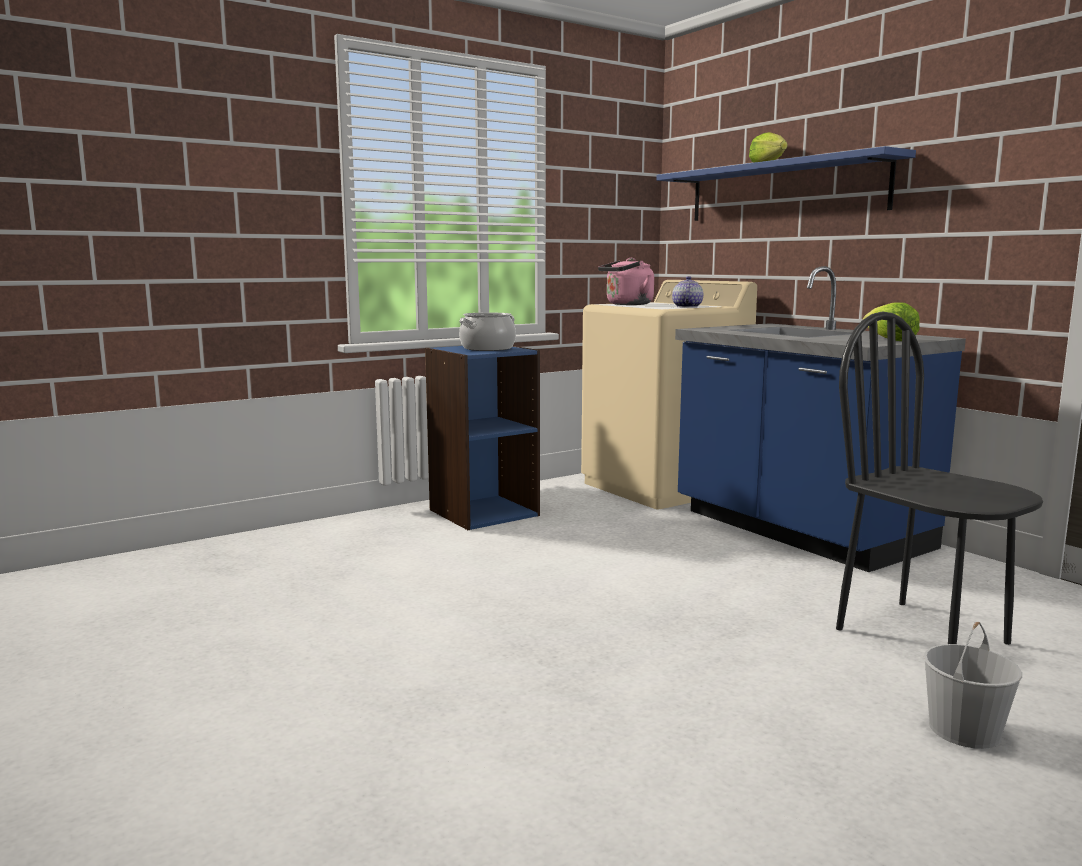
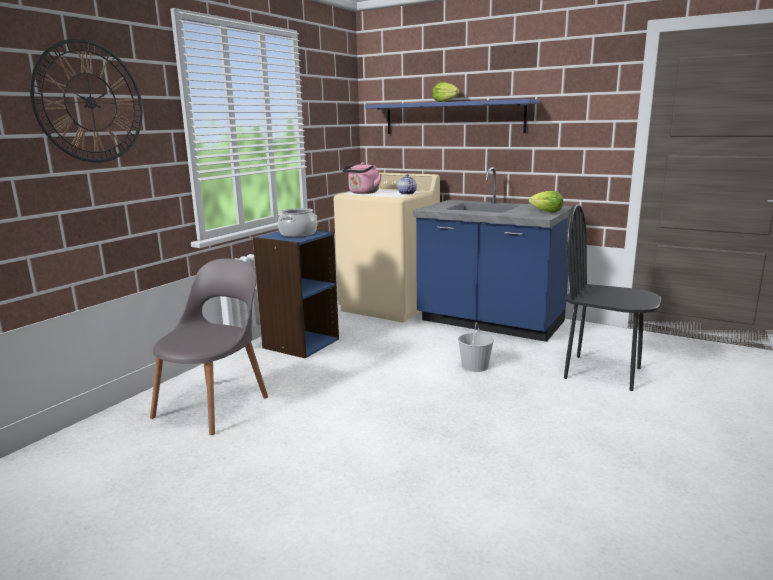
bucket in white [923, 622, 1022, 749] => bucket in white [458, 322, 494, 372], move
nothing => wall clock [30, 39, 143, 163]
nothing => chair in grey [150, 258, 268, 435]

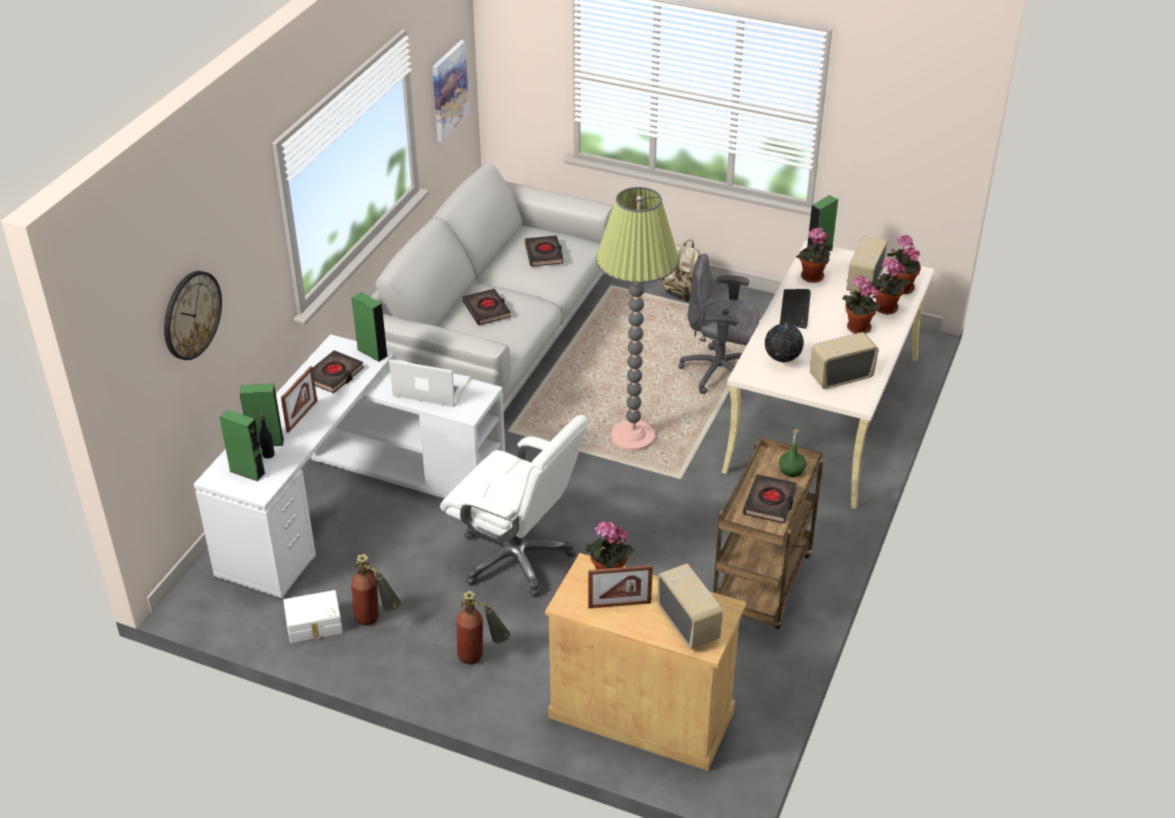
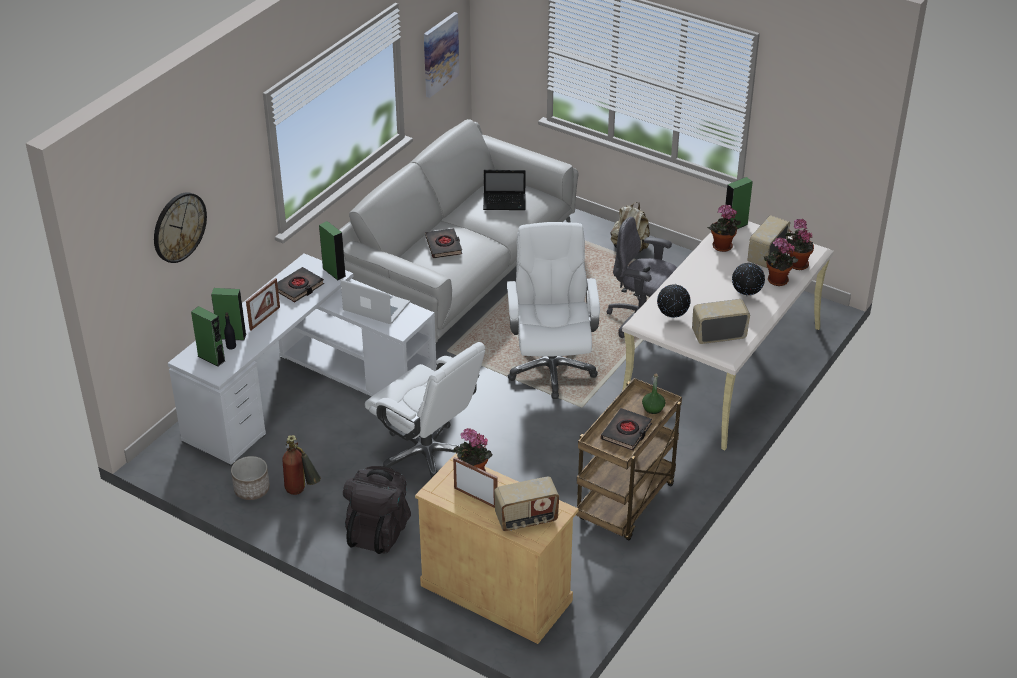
floor lamp [596, 187, 679, 451] => office chair in white [507, 222, 600, 399]
book in black [525, 236, 564, 267] => laptop [483, 170, 526, 210]
potted plant [843, 276, 881, 334] => globe [732, 262, 765, 295]
keyboard [780, 289, 811, 329] => nothing
radio [657, 564, 723, 649] => radio [494, 476, 559, 531], 90 degrees clockwise
picture frame [588, 565, 653, 608] => picture frame [453, 457, 498, 508], 150 degrees counterclockwise
storage box in white [283, 590, 343, 643] => planter [231, 456, 270, 500]
fire extinguisher [456, 591, 510, 664] => backpack in black [343, 466, 411, 554]

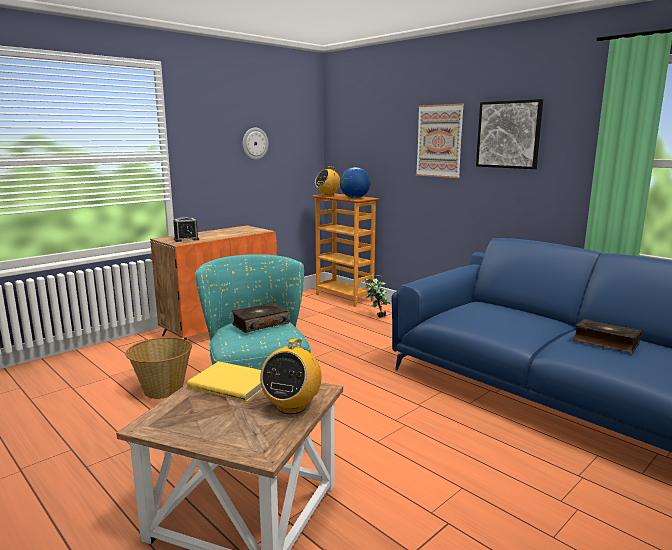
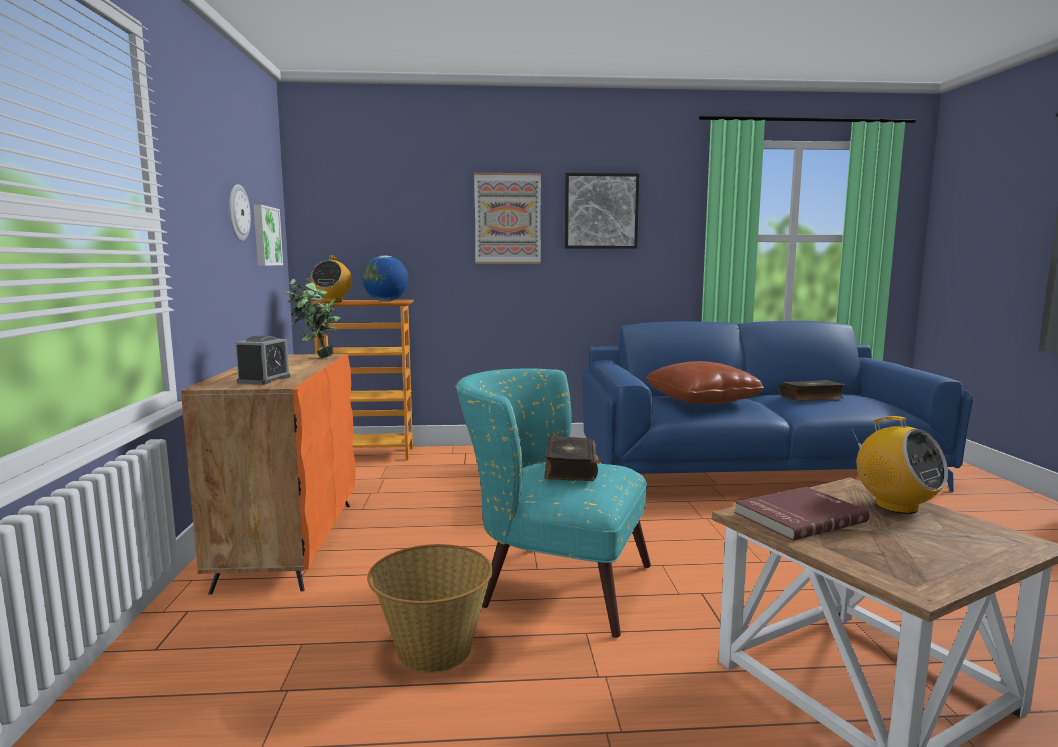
potted plant [364, 273, 390, 317] => potted plant [284, 278, 341, 358], move
book in yellow [187, 361, 262, 402] => book in red [734, 487, 869, 541]
nothing => picture [254, 204, 283, 266]
nothing => pillow in brown [646, 361, 765, 404]

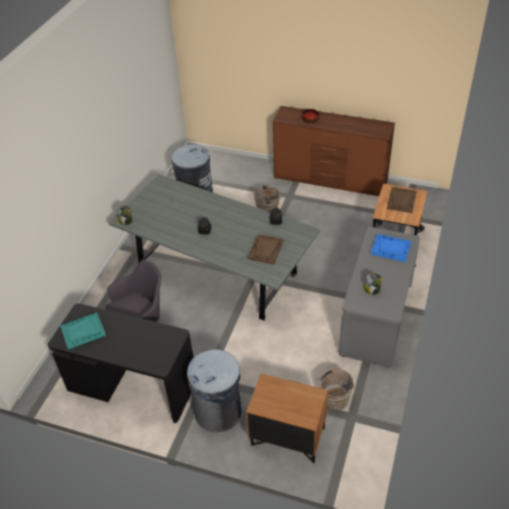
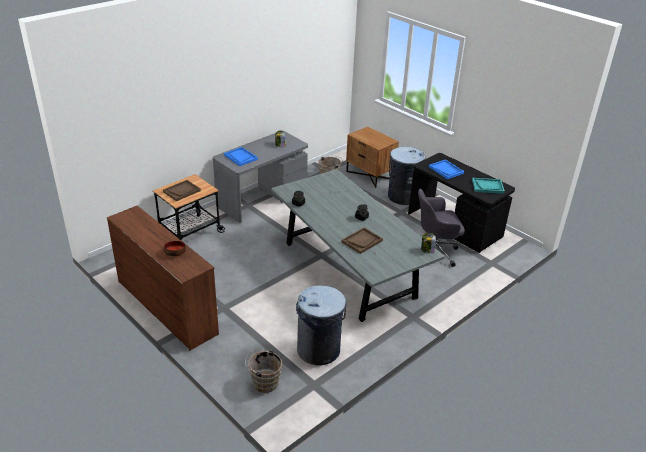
bucket in brown [254, 185, 283, 212] => bucket in brown [245, 349, 282, 393], move
tray in brown [248, 234, 284, 265] => tray in brown [342, 227, 383, 254], move
nothing => tray in blue [429, 160, 464, 179]

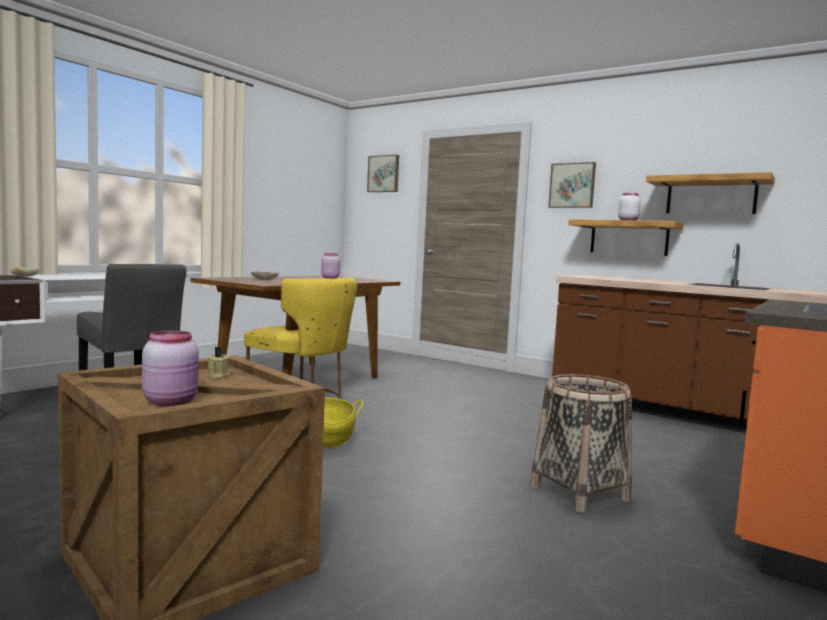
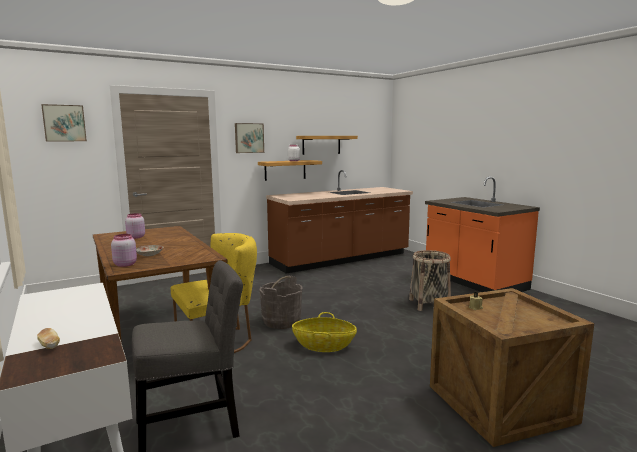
jar in pink [142, 330, 199, 407] => jar in pink [111, 234, 137, 267], move
nothing => bucket in grey [259, 275, 303, 329]

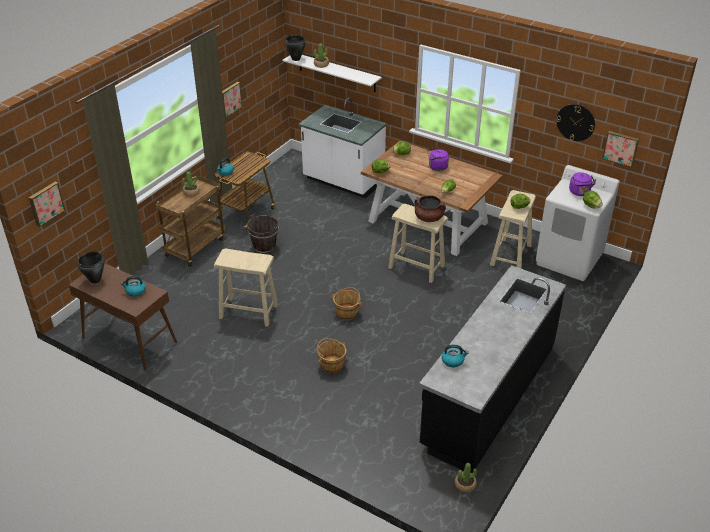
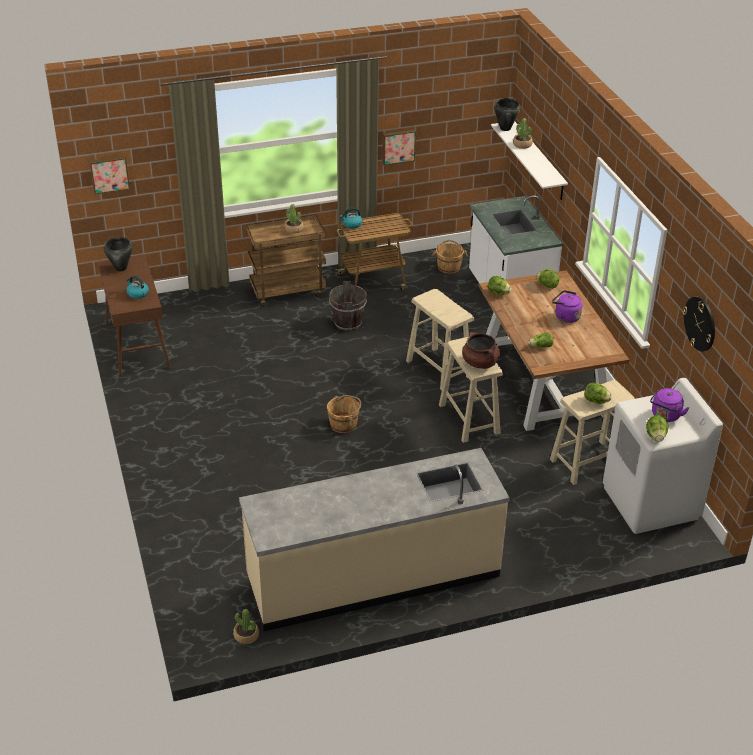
picture [602, 131, 639, 167] => nothing
stool in beige [214, 249, 278, 327] => stool in beige [406, 289, 474, 390], move
counter in black [419, 265, 566, 473] => counter in beige [239, 448, 510, 631]
bucket in brown [317, 338, 347, 374] => bucket in brown [432, 240, 468, 274], move
kettle [442, 345, 469, 367] => nothing

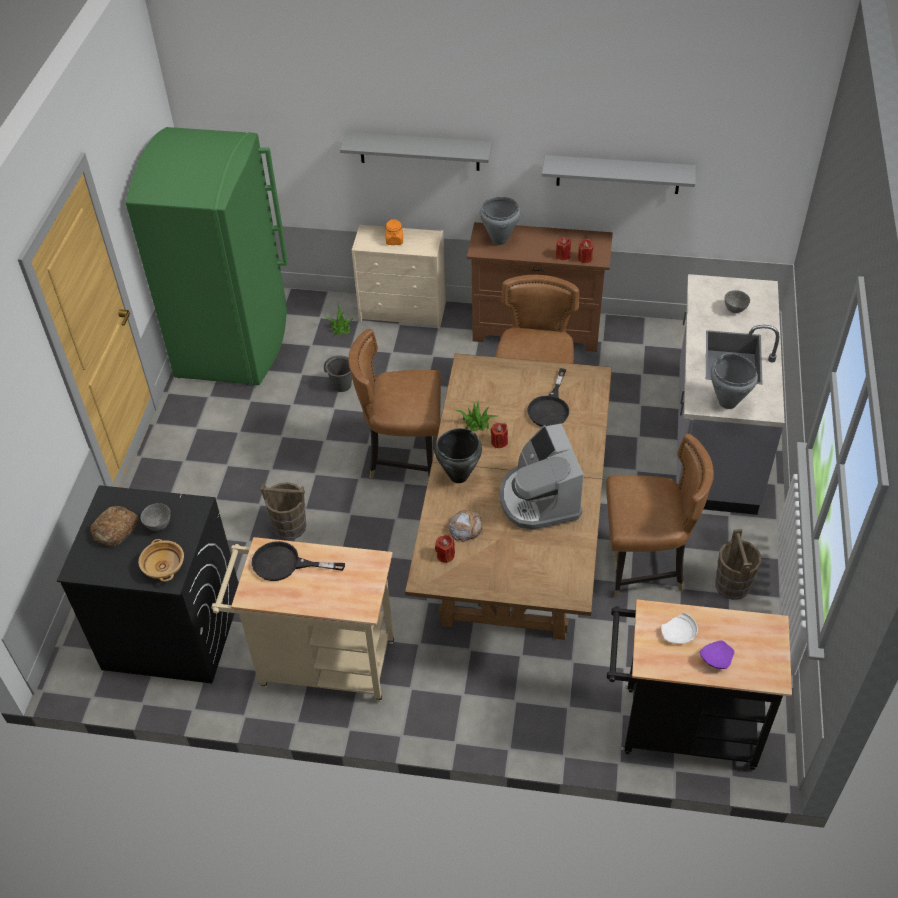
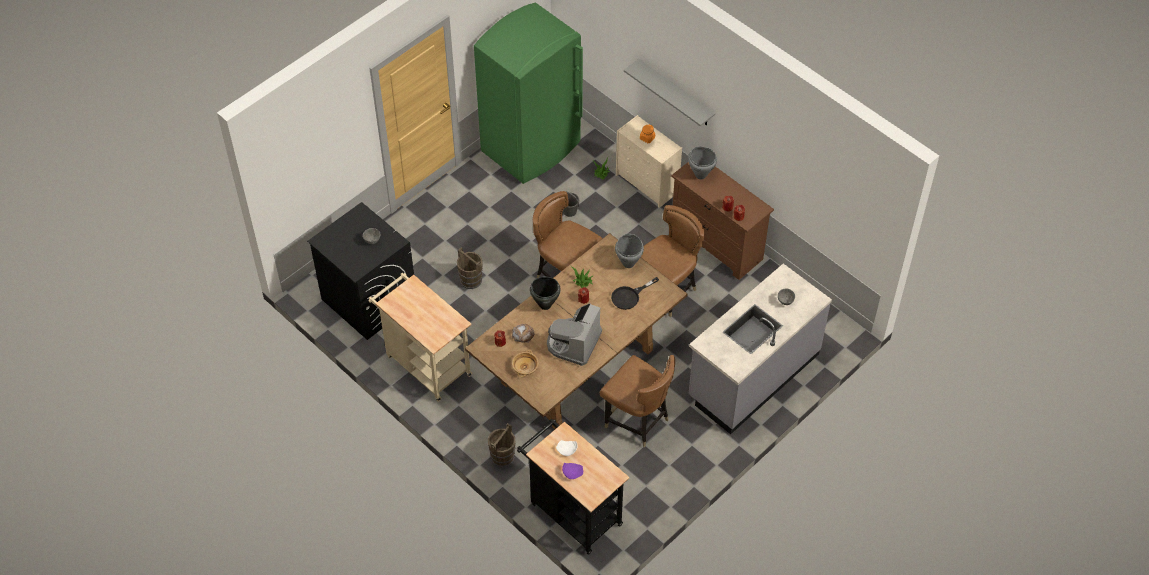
shelf in grey [542, 155, 696, 194] => nothing
cooking pot in grey [711, 353, 758, 409] => cooking pot in grey [615, 234, 644, 268], move
bread [90, 506, 139, 547] => nothing
bucket in brown [715, 529, 761, 600] => bucket in brown [488, 423, 515, 468], move
bowl in beige [138, 539, 184, 582] => bowl in beige [512, 350, 539, 377], move
frying pan in black [252, 541, 345, 581] => nothing

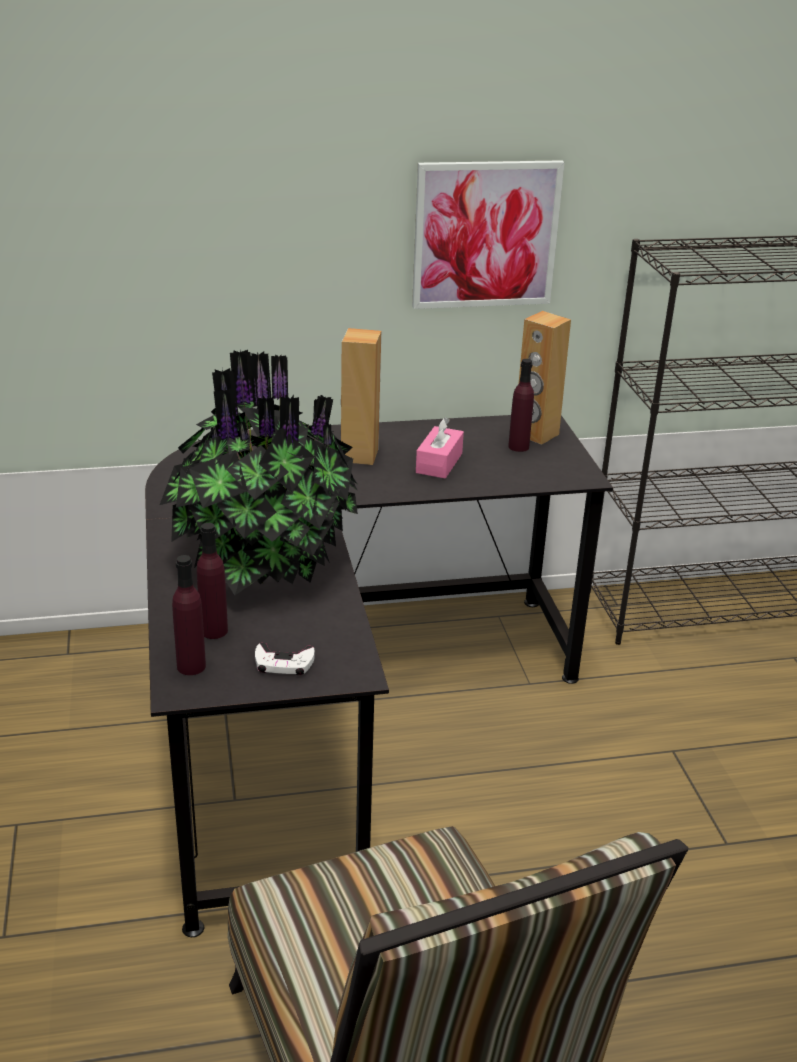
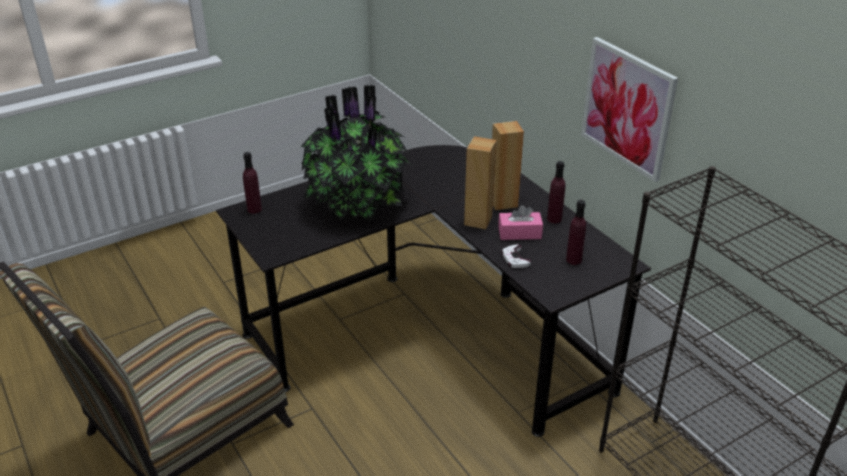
speaker in brown [519, 311, 571, 445] => speaker in brown [464, 136, 497, 229], move
bottle in purple [197, 523, 228, 639] => bottle in purple [547, 161, 565, 223], move
game controller in white [255, 643, 315, 675] => game controller in white [501, 245, 531, 268], move

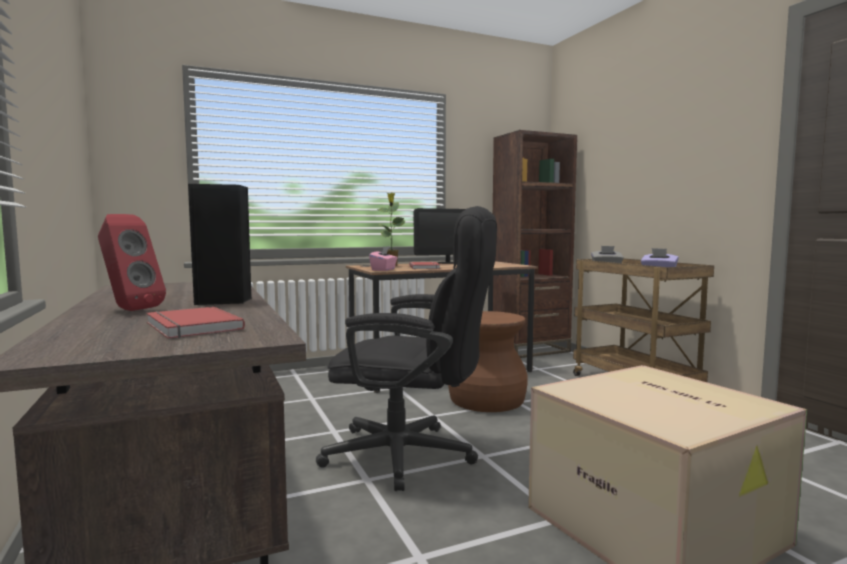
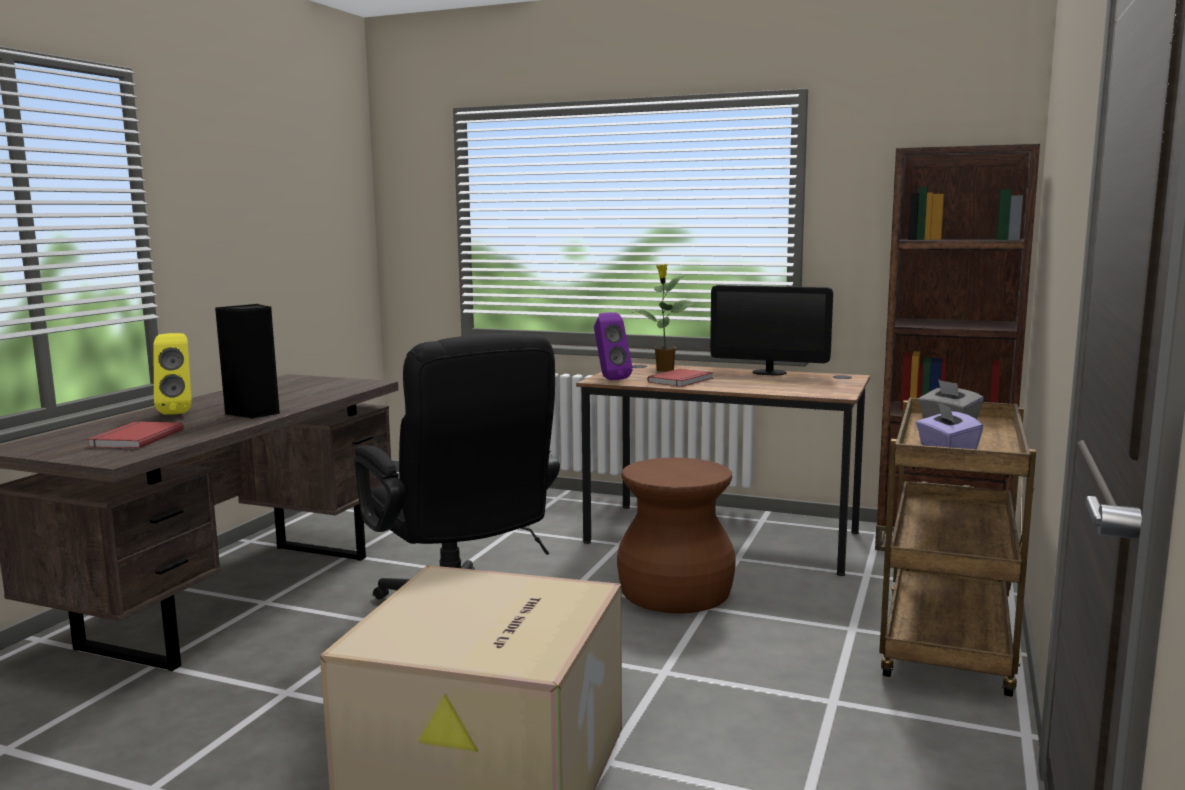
speaker in red [98, 214, 166, 311] => speaker in yellow [153, 333, 192, 415]
tissue box in pink [369, 246, 397, 271] => speaker in purple [594, 312, 633, 380]

